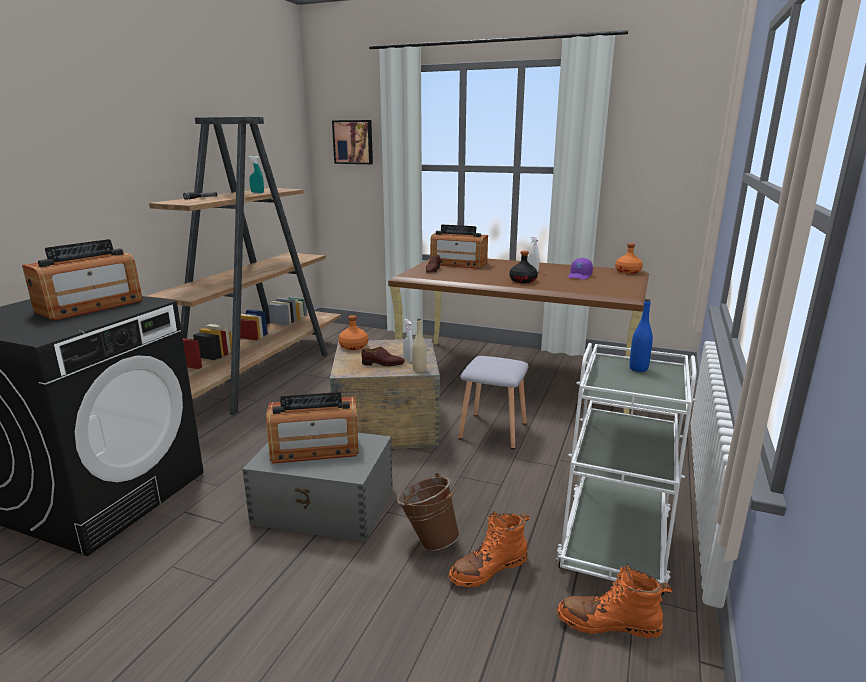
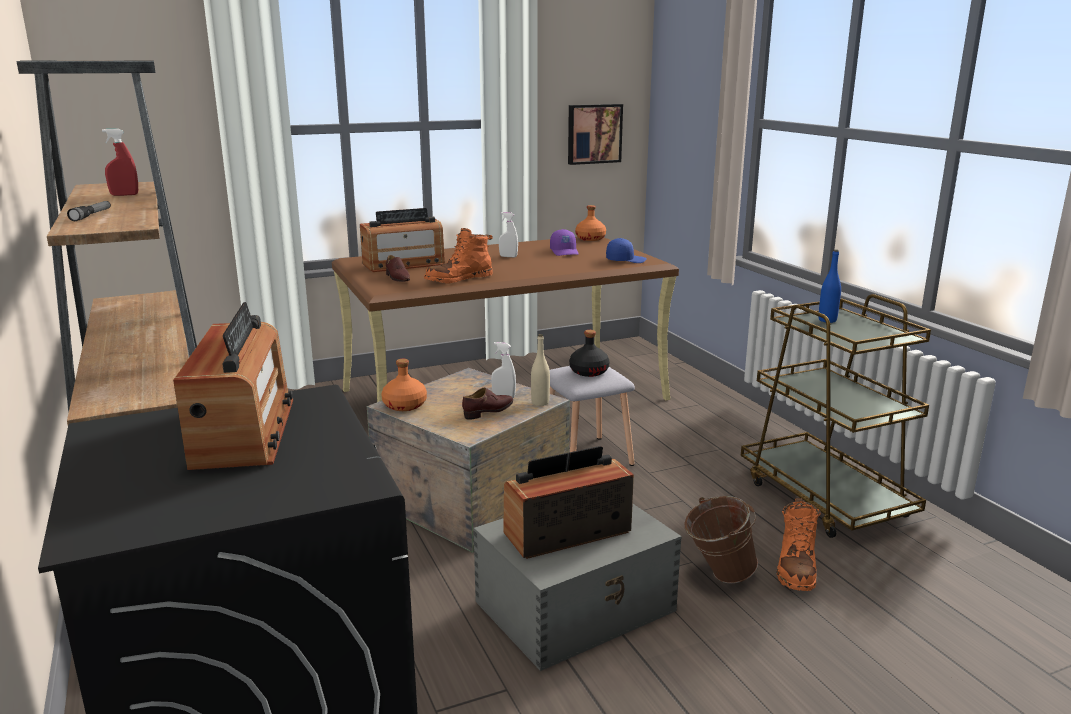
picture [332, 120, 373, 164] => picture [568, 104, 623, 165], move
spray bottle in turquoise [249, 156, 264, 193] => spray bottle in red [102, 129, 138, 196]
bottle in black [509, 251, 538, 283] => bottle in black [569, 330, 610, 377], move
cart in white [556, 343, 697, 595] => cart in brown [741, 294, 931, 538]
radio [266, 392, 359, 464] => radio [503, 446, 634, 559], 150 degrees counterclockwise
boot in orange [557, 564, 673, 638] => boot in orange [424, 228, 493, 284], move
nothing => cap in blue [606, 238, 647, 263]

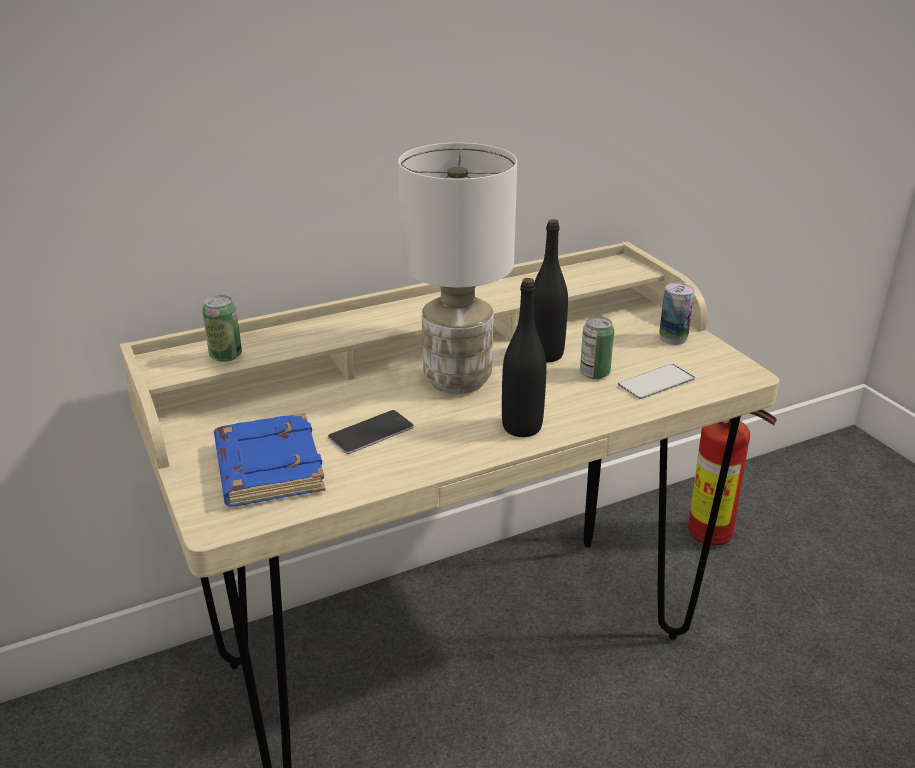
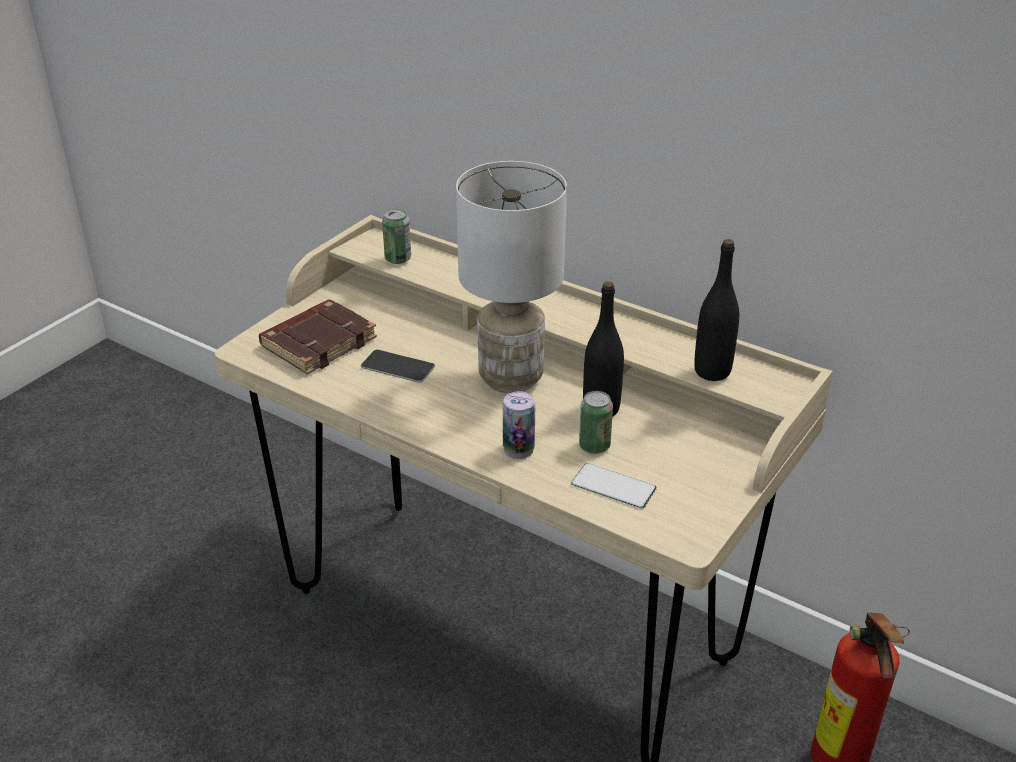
bottle in black [502, 278, 546, 437] => bottle in black [694, 239, 739, 381], move
can [659, 283, 694, 345] => can [503, 391, 535, 459], move
book in blue [214, 413, 326, 507] => book in brown [259, 299, 377, 375]

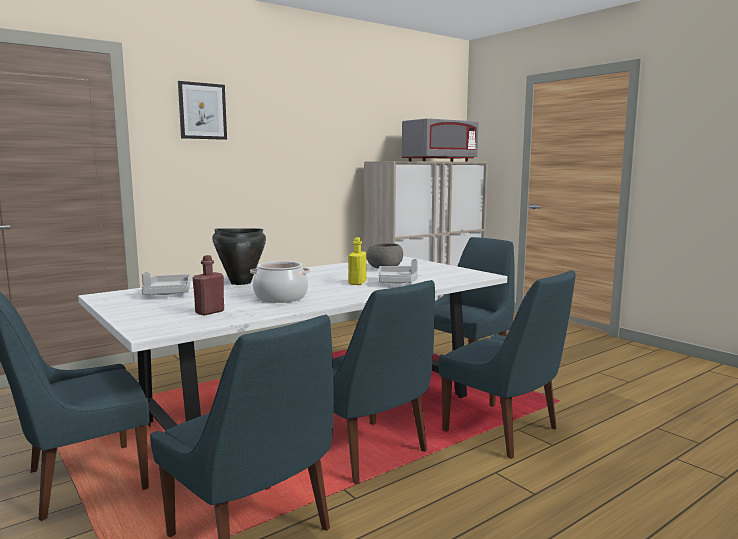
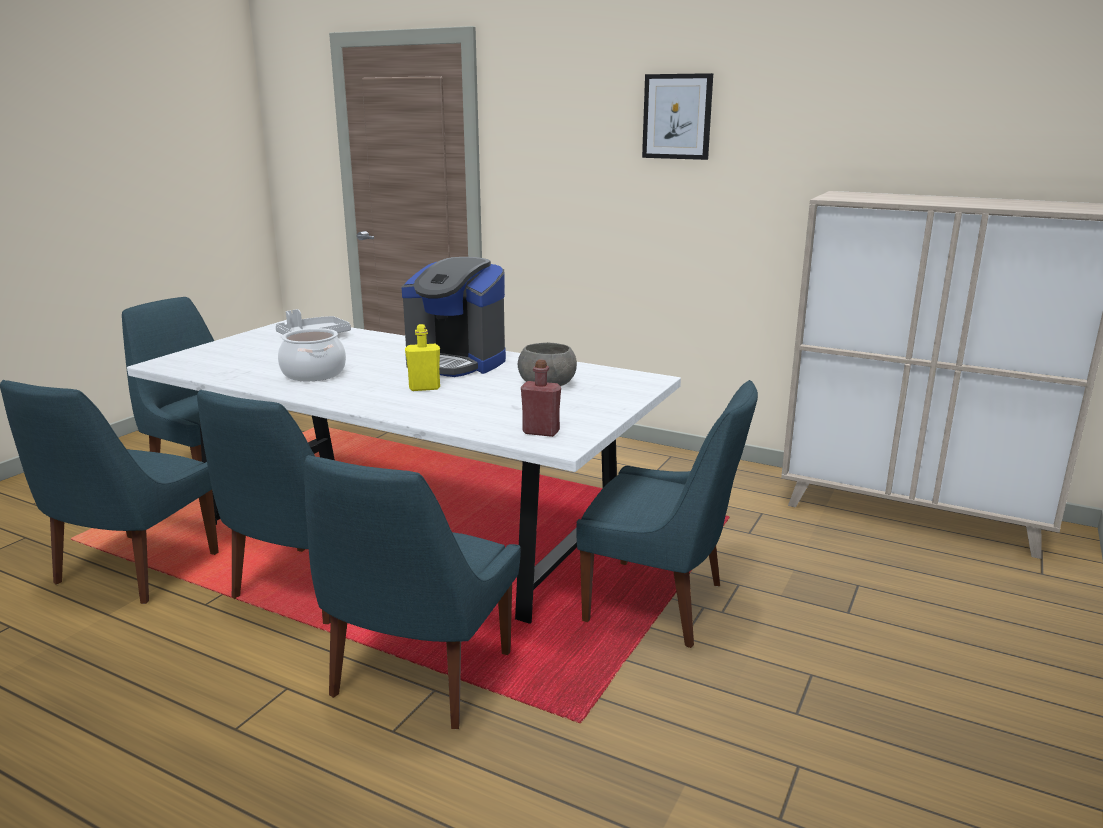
picture [178, 81, 227, 140] => picture [642, 73, 713, 160], move
microwave in grey [402, 118, 479, 162] => nothing
cooking pot in black [212, 228, 266, 285] => nothing
bottle in red [192, 255, 224, 315] => bottle in red [521, 359, 561, 437], move
tray in grey [379, 259, 418, 284] => nothing
nothing => coffee machine [402, 257, 506, 377]

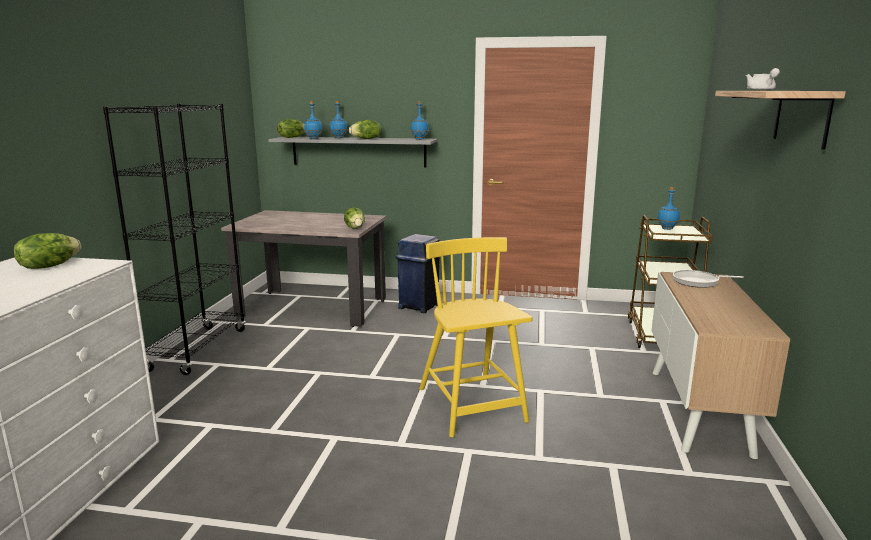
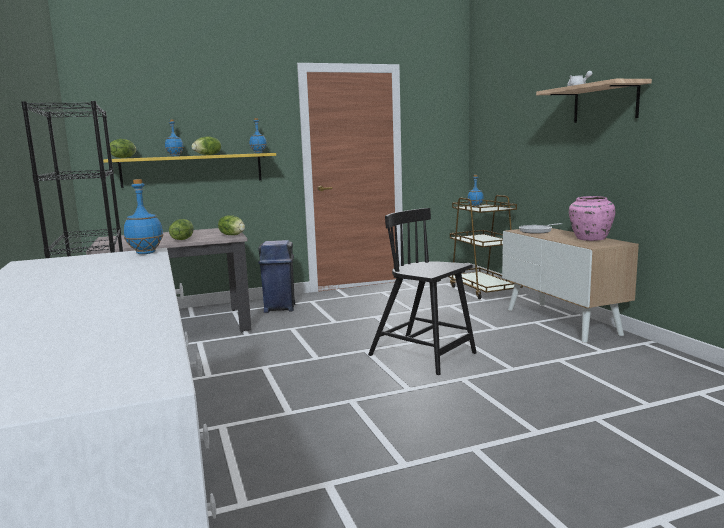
bottle in blue [304, 101, 322, 139] => bottle in blue [124, 179, 164, 254], move
shelf in grey [268, 137, 437, 168] => shelf in yellow [103, 153, 276, 188]
lettuce [14, 233, 81, 269] => lettuce [169, 219, 194, 240], move
chair in yellow [419, 237, 533, 437] => chair in black [368, 208, 477, 375]
nothing => vase in pink [569, 196, 615, 241]

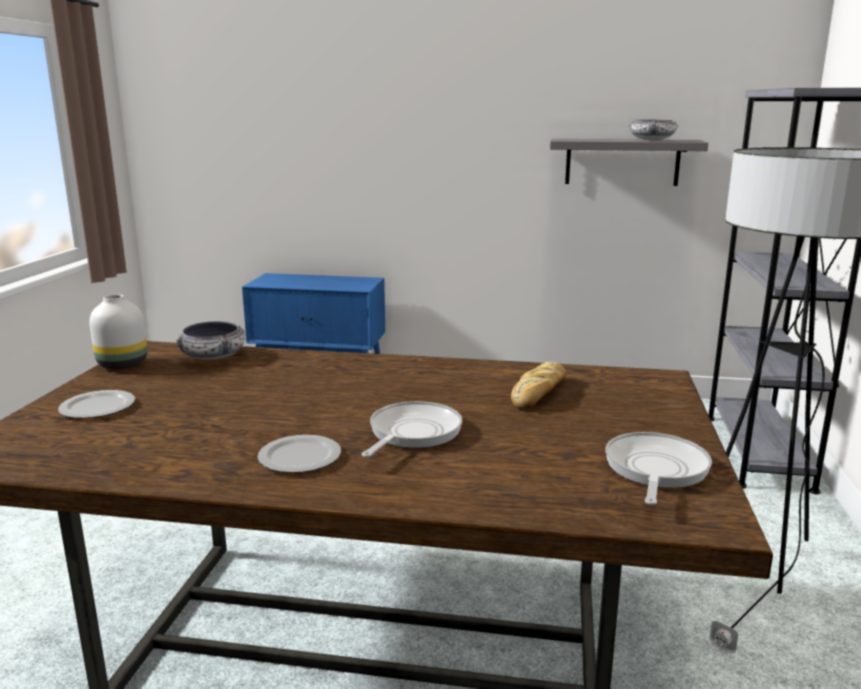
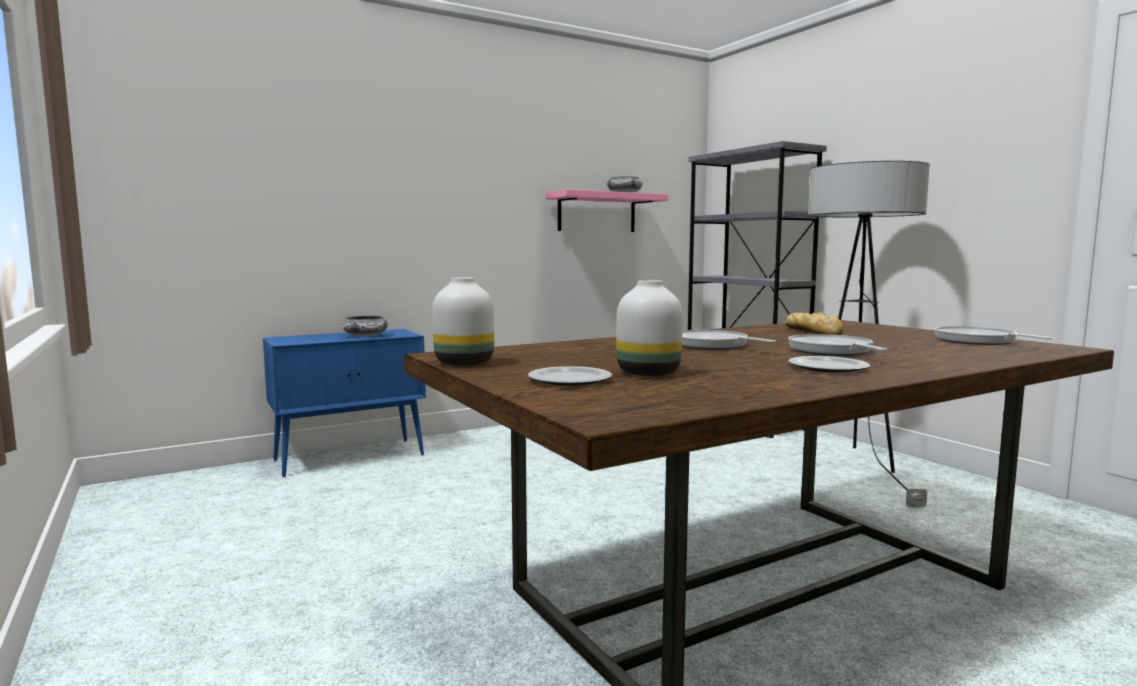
shelf in grey [550, 139, 708, 186] => shelf in pink [545, 189, 668, 232]
bowl [177, 321, 246, 359] => bowl [342, 315, 388, 337], move
nothing => vase in white [616, 280, 683, 376]
nothing => frying pan [682, 330, 776, 350]

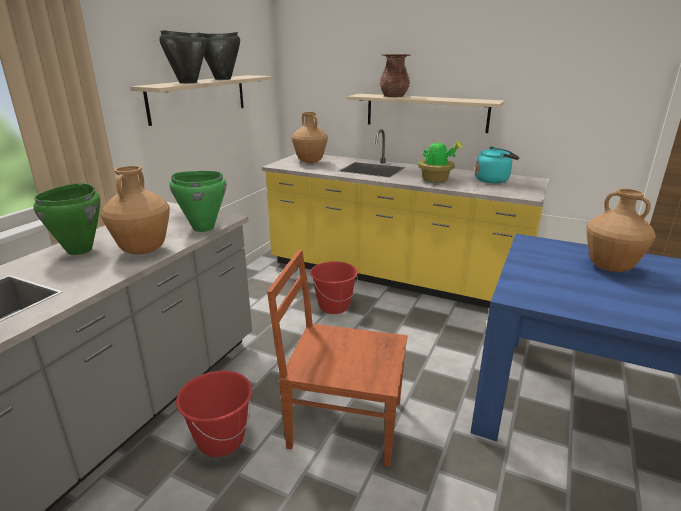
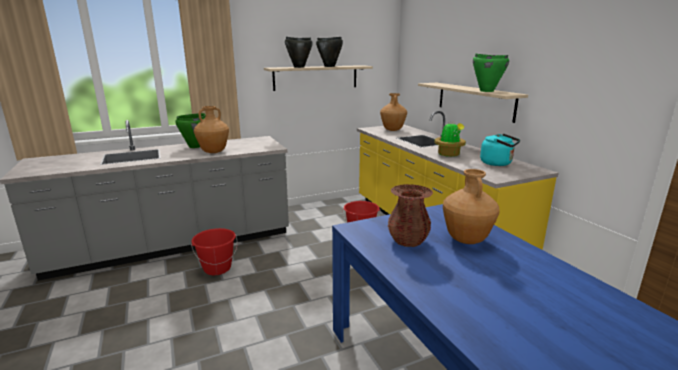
vase in brown [380, 54, 410, 97] => vase in brown [388, 184, 433, 247], move
cooking pot in green [169, 171, 226, 232] => cooking pot in green [473, 54, 509, 92], move
chair in brown [267, 250, 407, 467] => nothing

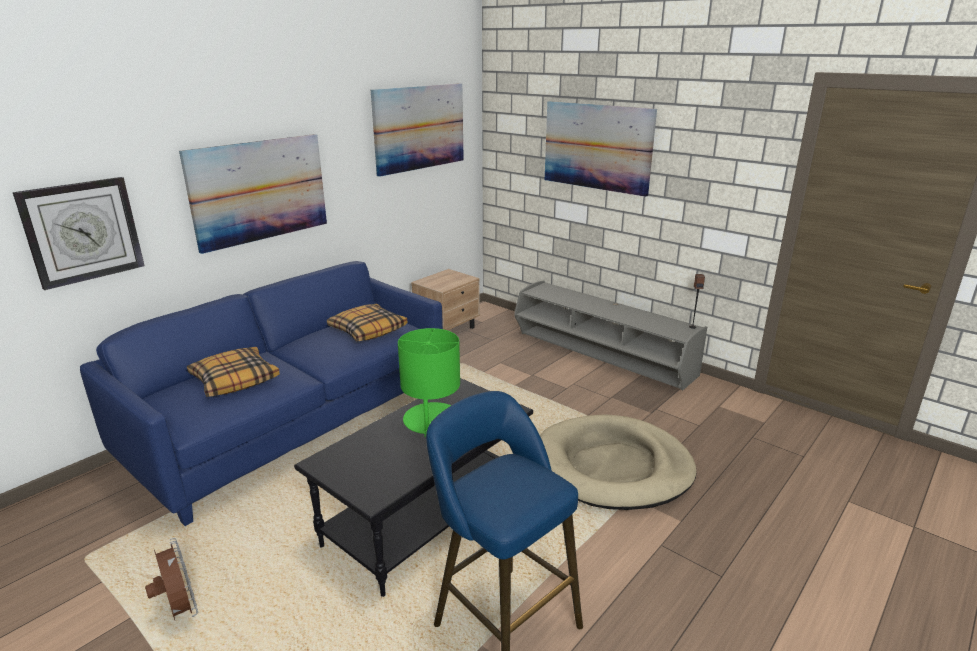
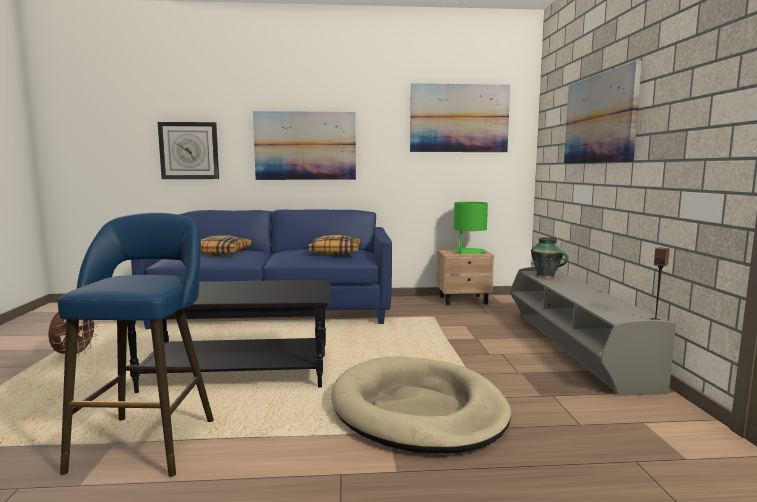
table lamp in green [398, 328, 460, 437] => table lamp in green [454, 202, 488, 254], move
nothing => vase [531, 237, 569, 278]

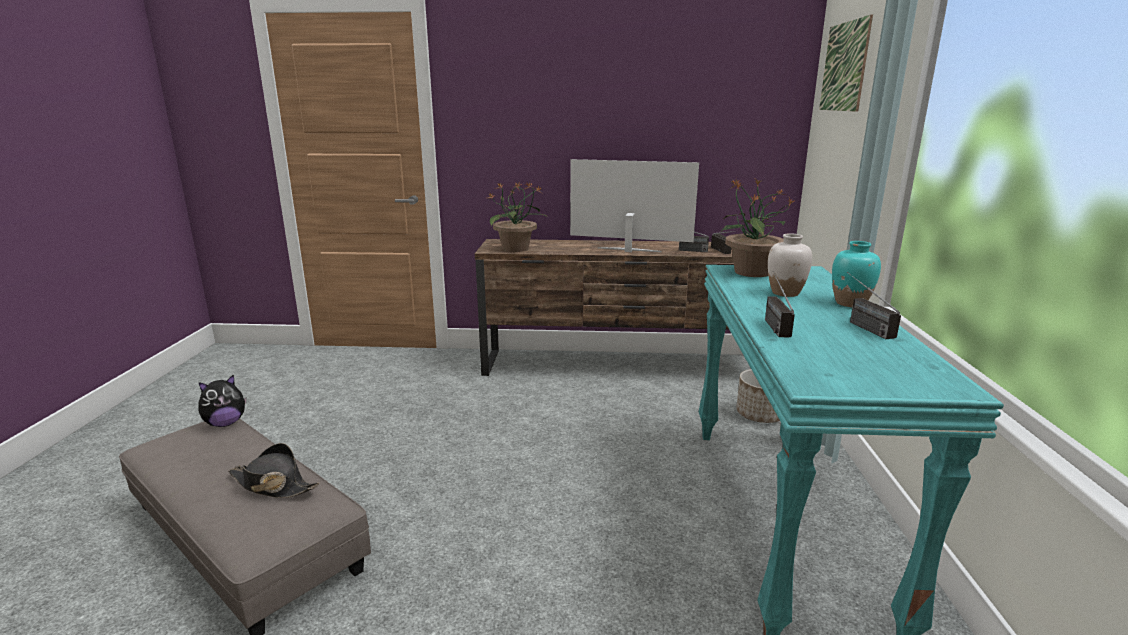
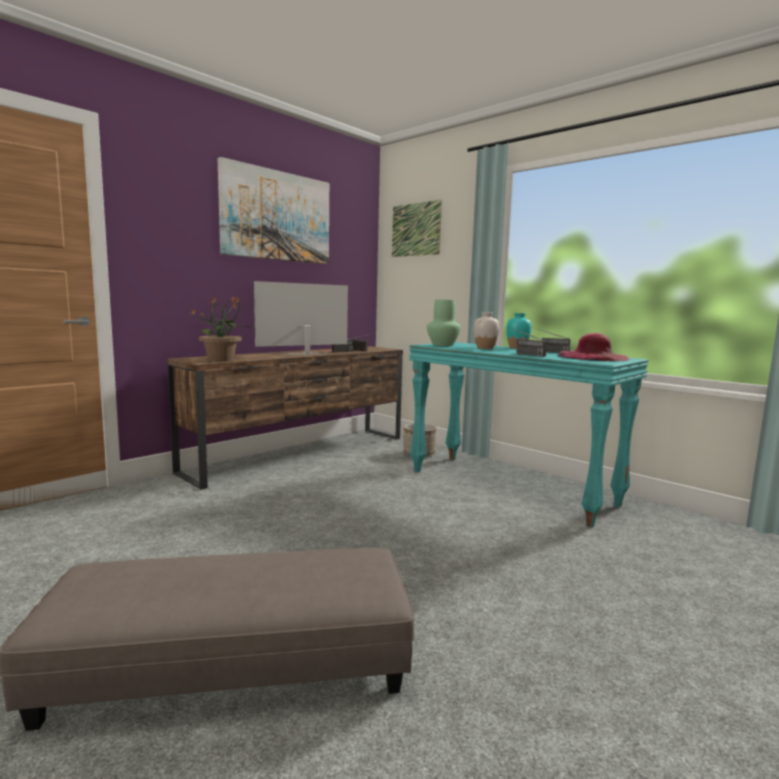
potted plant [721, 178, 794, 277] => vase in green [427, 300, 461, 346]
plush toy [198, 374, 247, 427] => nothing
hat in black [228, 443, 320, 498] => nothing
nothing => picture [218, 157, 329, 264]
nothing => hat in pink [558, 333, 630, 361]

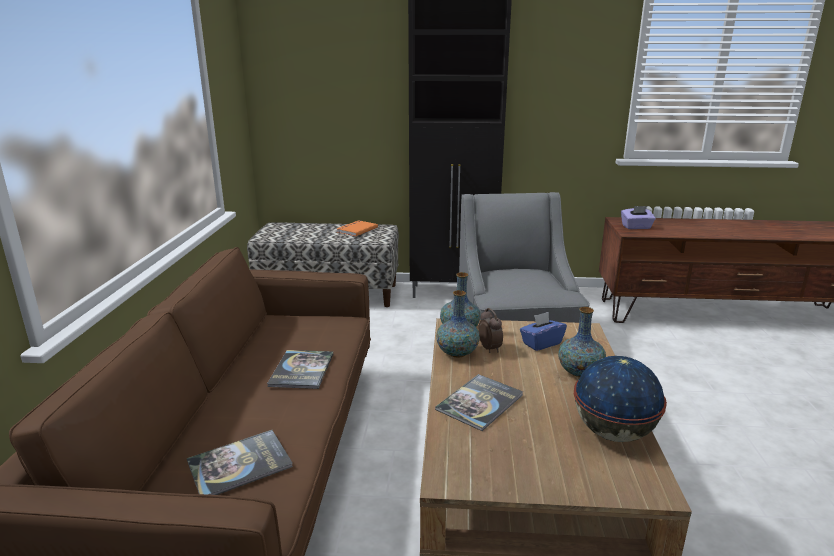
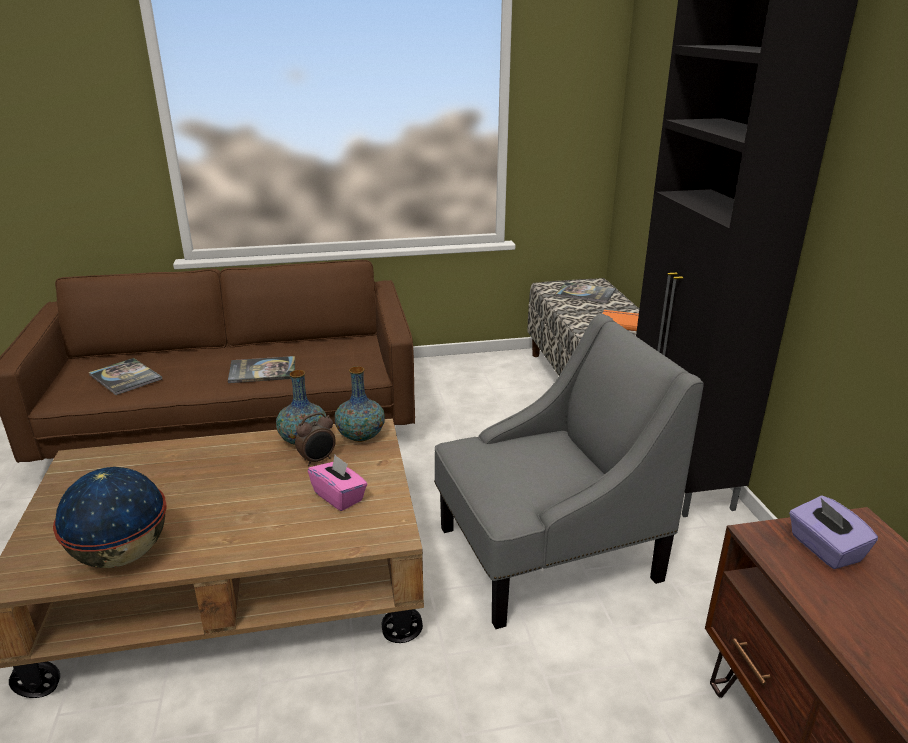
vase [558, 307, 606, 377] => nothing
tissue box in blue [520, 312, 567, 351] => tissue box in pink [308, 455, 367, 511]
book [435, 374, 523, 431] => book [555, 282, 616, 303], move

